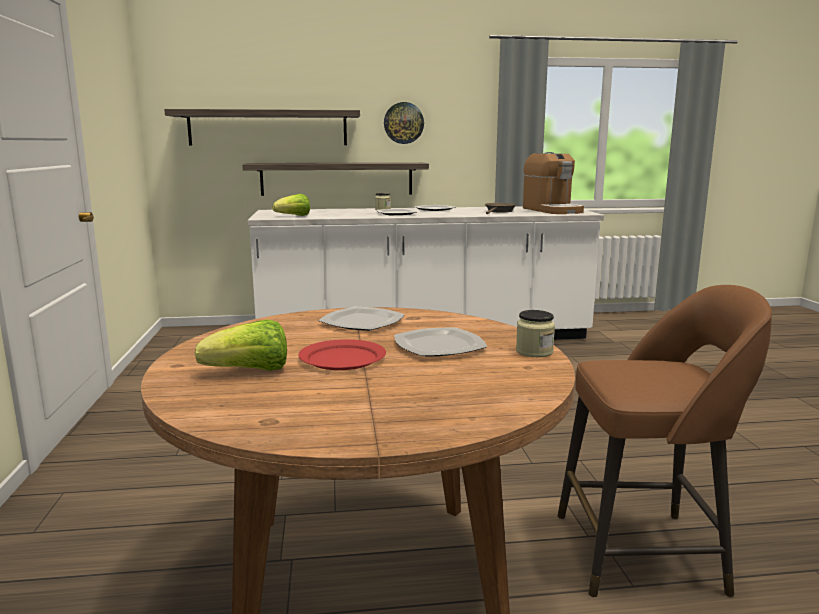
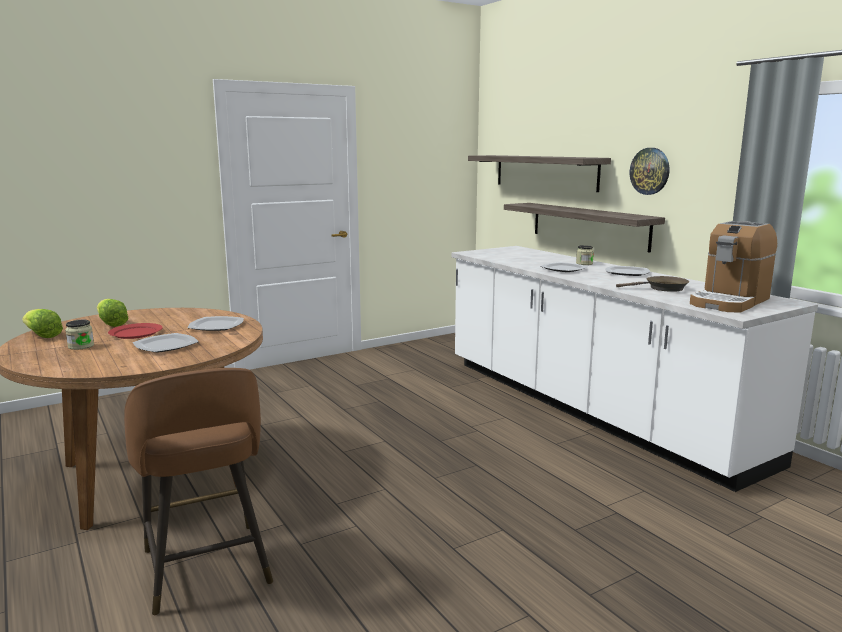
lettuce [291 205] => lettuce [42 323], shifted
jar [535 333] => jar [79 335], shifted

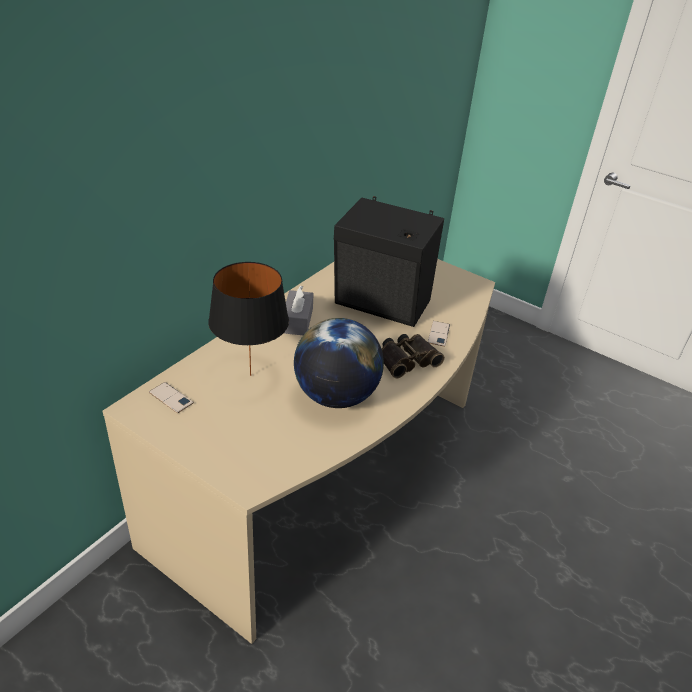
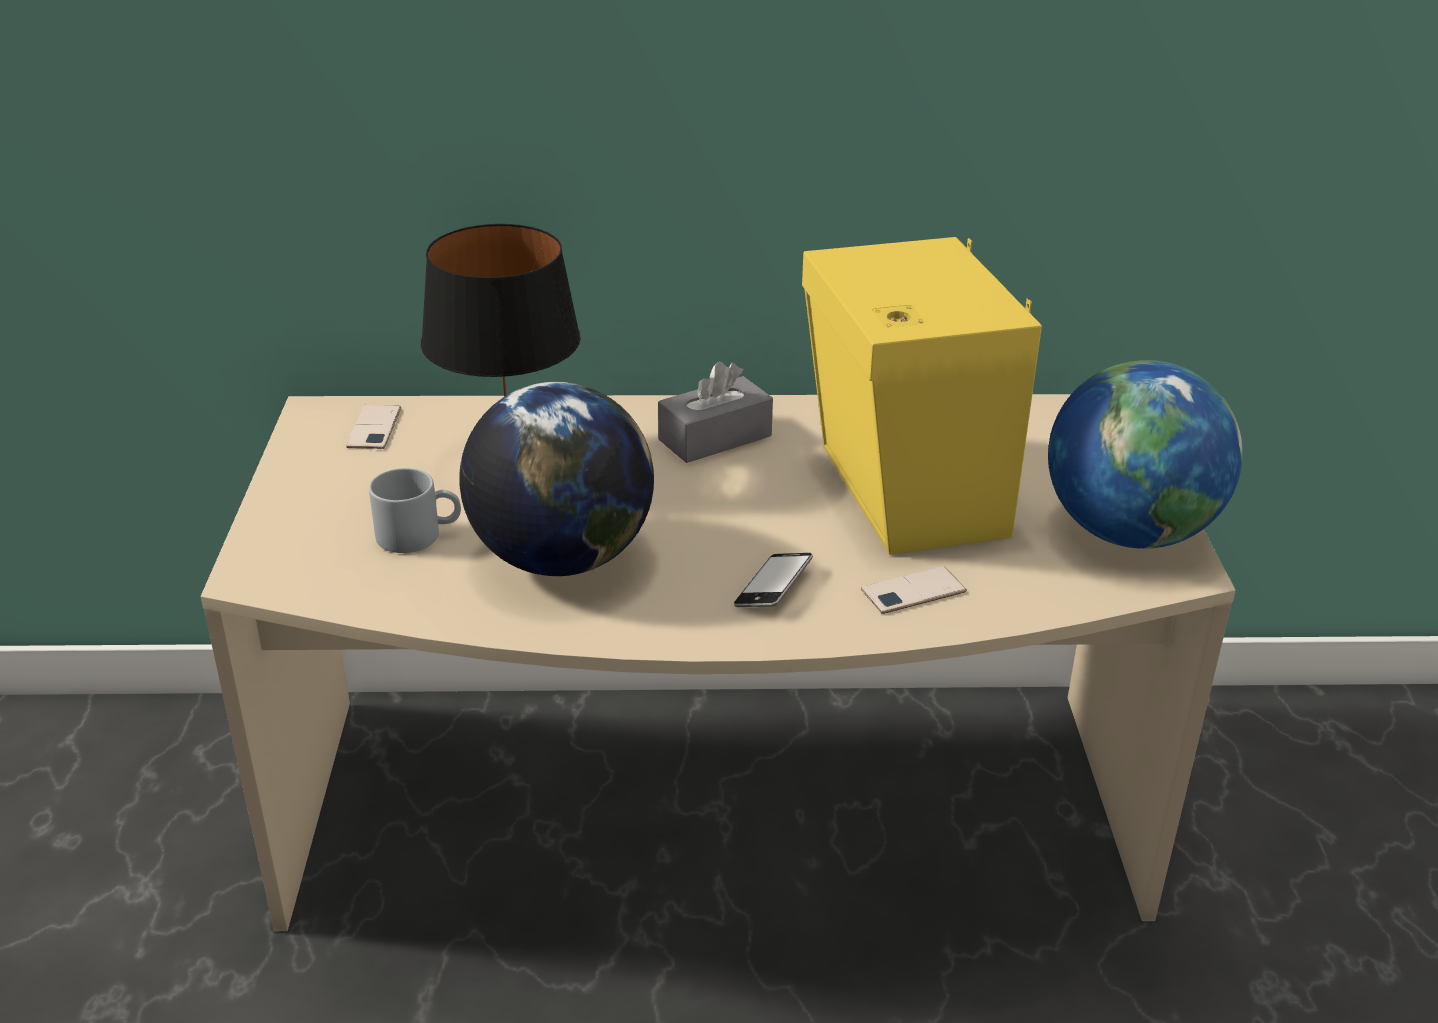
black speaker [389 261] => yellow speaker [922 396]
binoculars [413 356] => phone [773 580]
nothing => grey mug [415 510]
nothing => globe [1145 454]

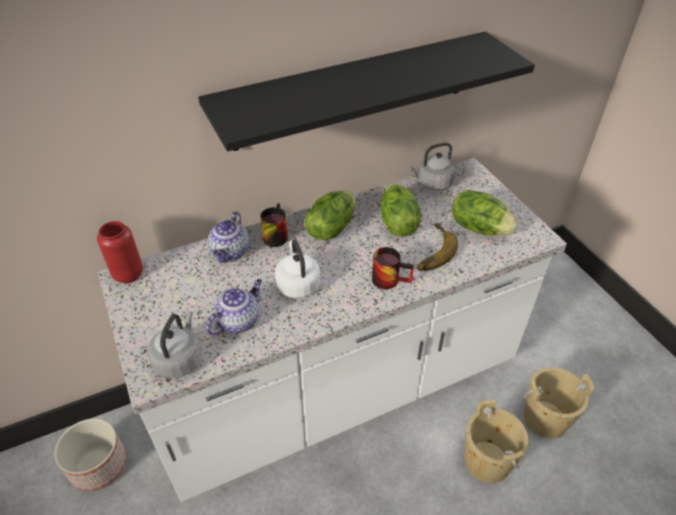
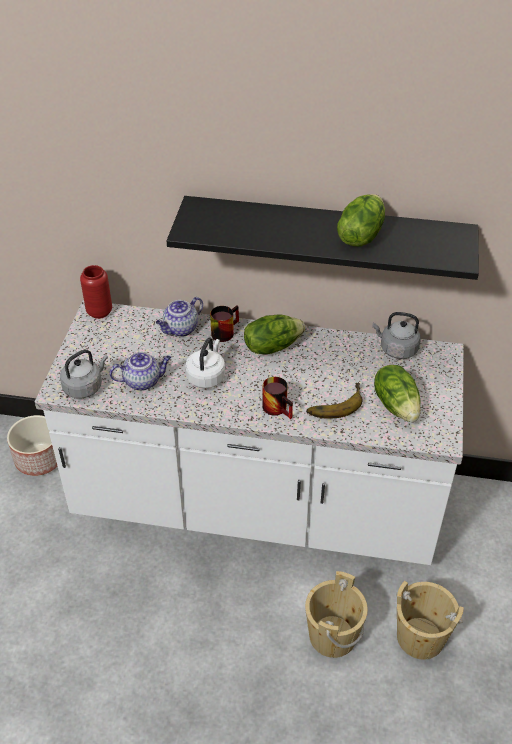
lettuce [401 210] => lettuce [361 220], shifted

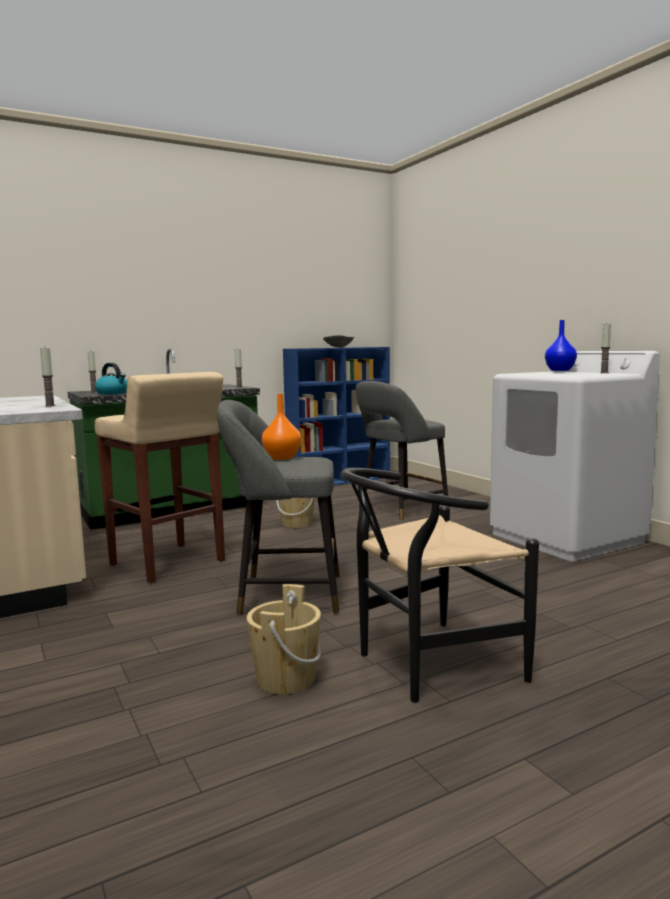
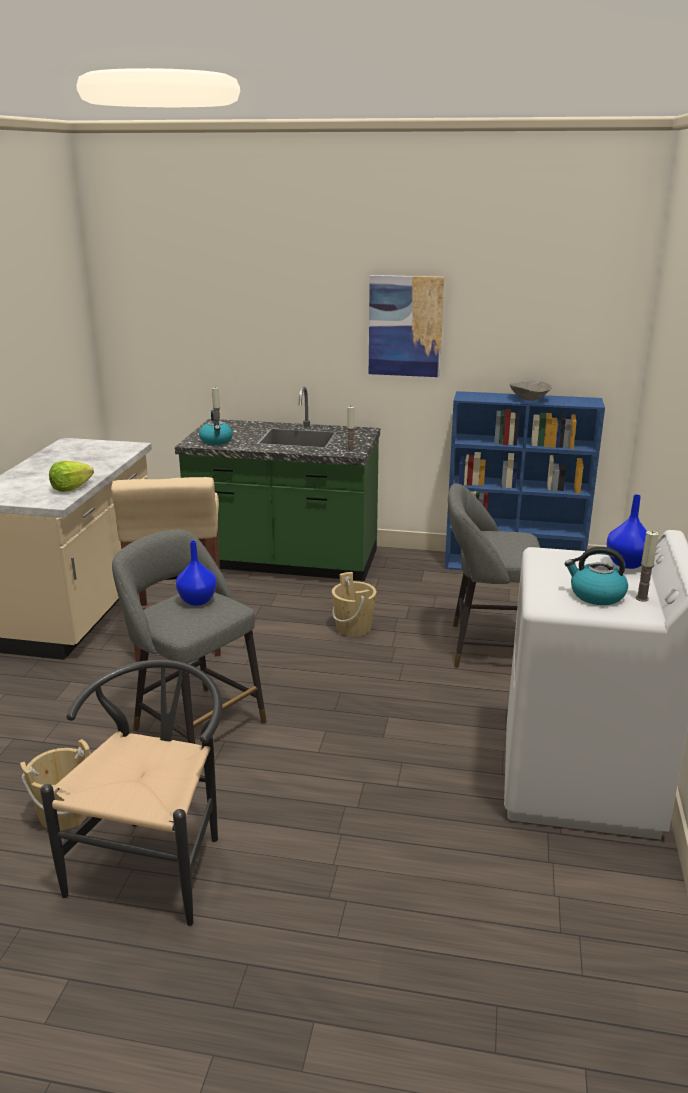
candle [48 377] => lettuce [71 476]
orange vase [281 427] => blue vase [196 573]
black chair [440 585] => black chair [131 793], 90 degrees clockwise
nothing => picture [406 326]
nothing => kettle [596 576]

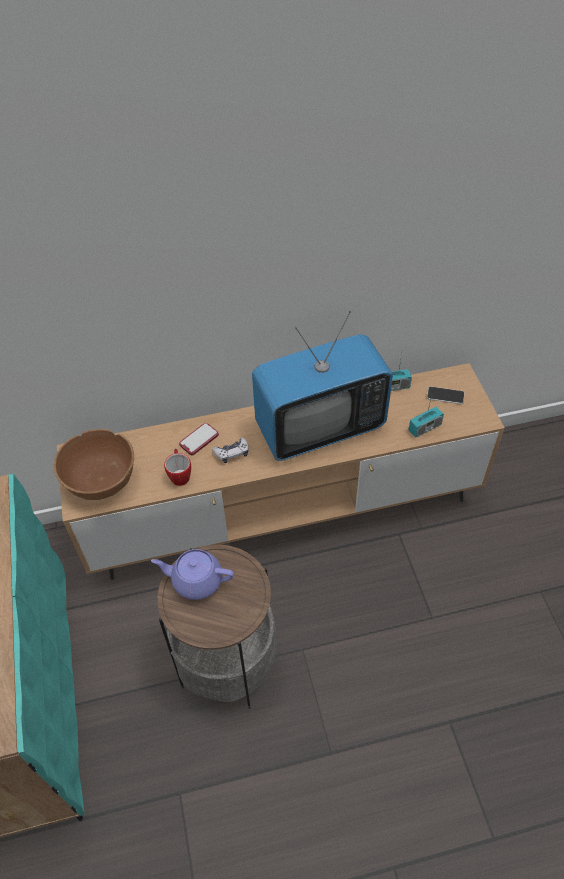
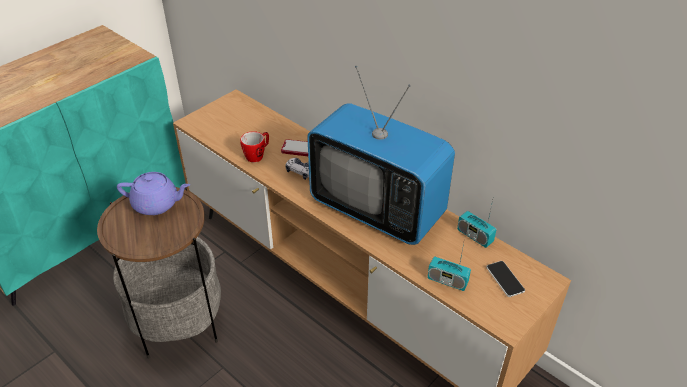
brown bowl [94 464] => nothing
purple teapot [192 574] => purple teapot [153 193], 120 degrees clockwise

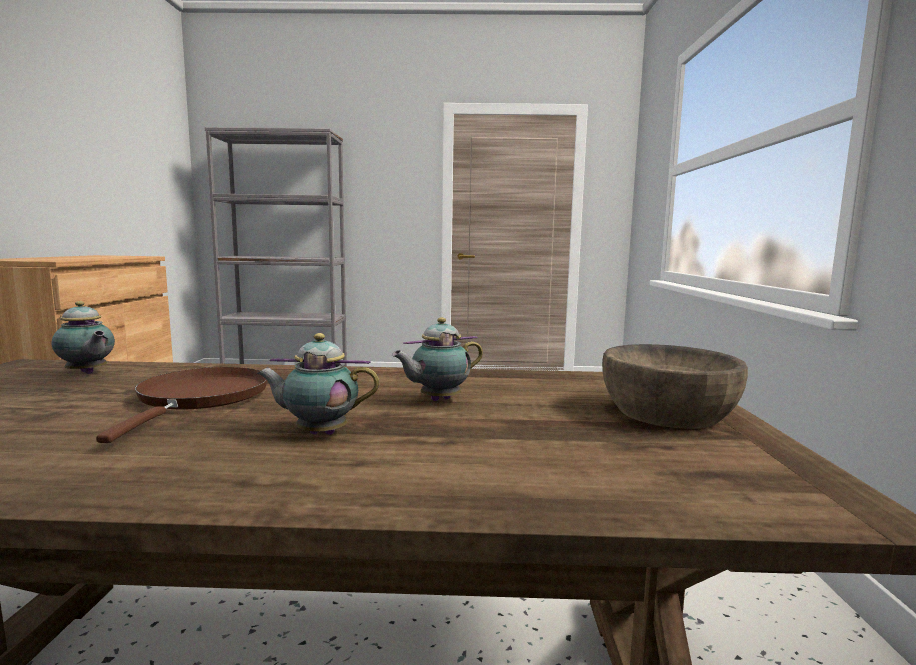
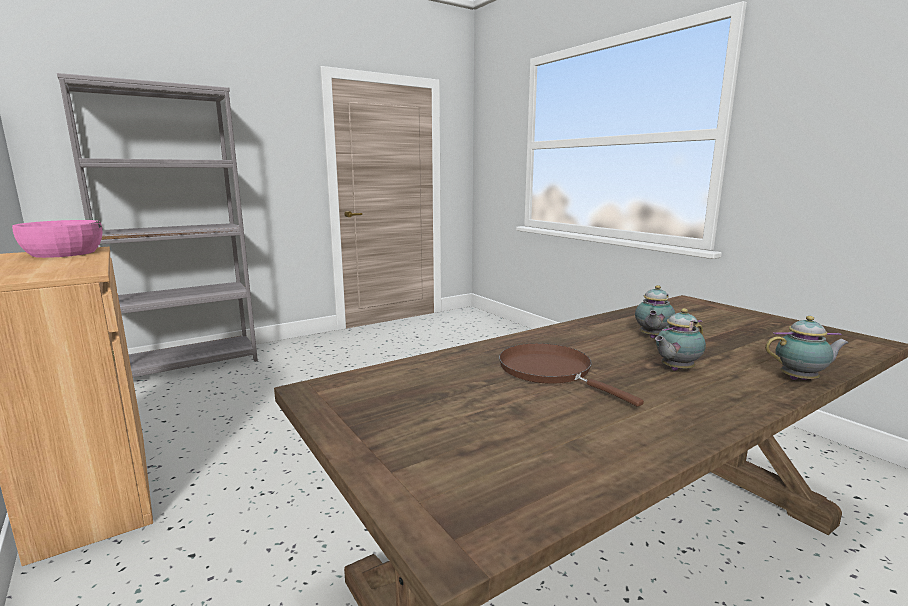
teapot [83 337] => teapot [807 348], shifted
brown bowl [675 386] => nothing
nothing => pink bowl [57 239]

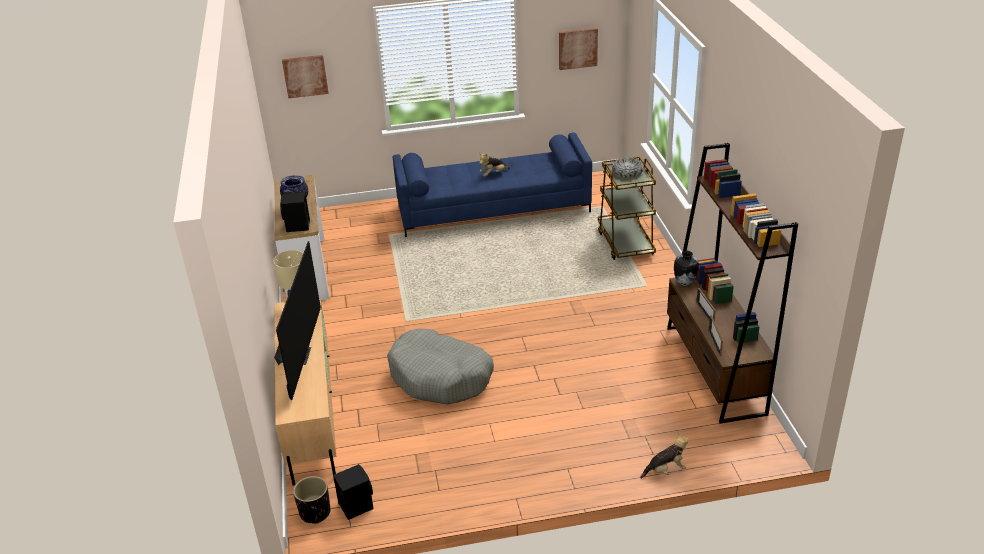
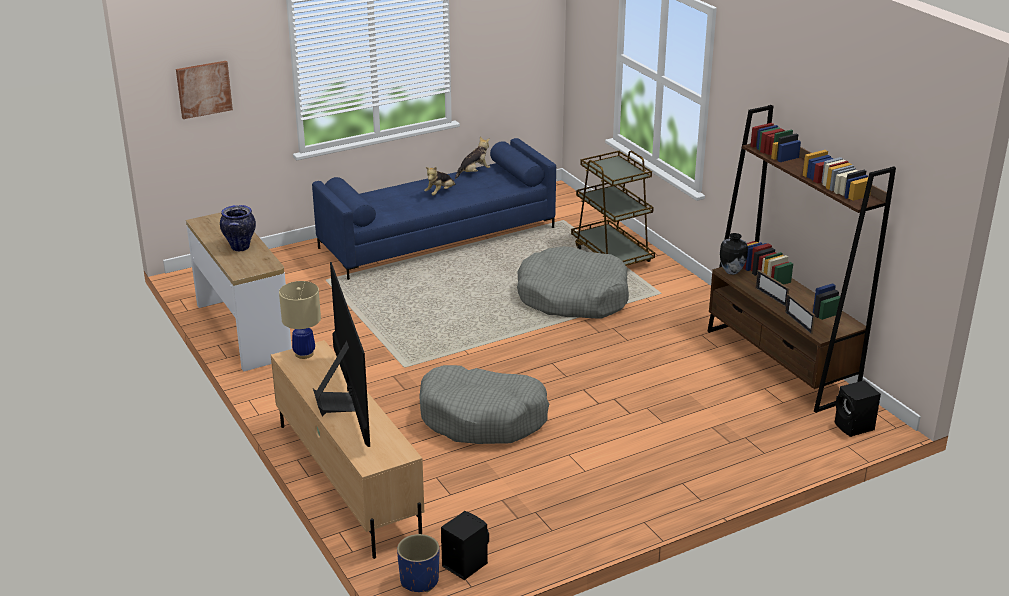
black speaker [295 212] => black speaker [857 408], shifted
black planter [311 500] => blue planter [418 563]
picture [578 49] => nothing
bowl [627 167] => nothing
plush toy [664 456] => plush toy [472 158], shifted
nothing => grey dog bed [573 282]

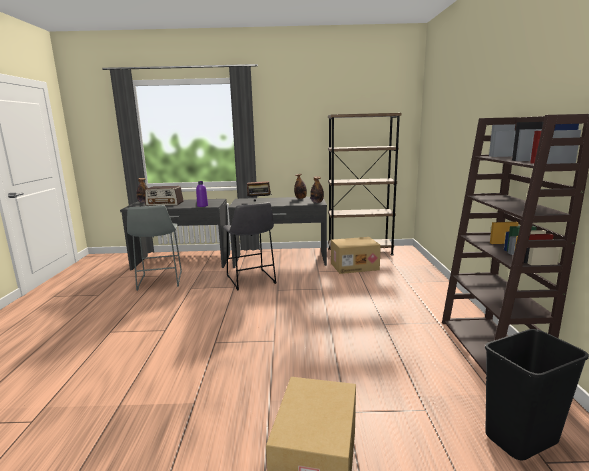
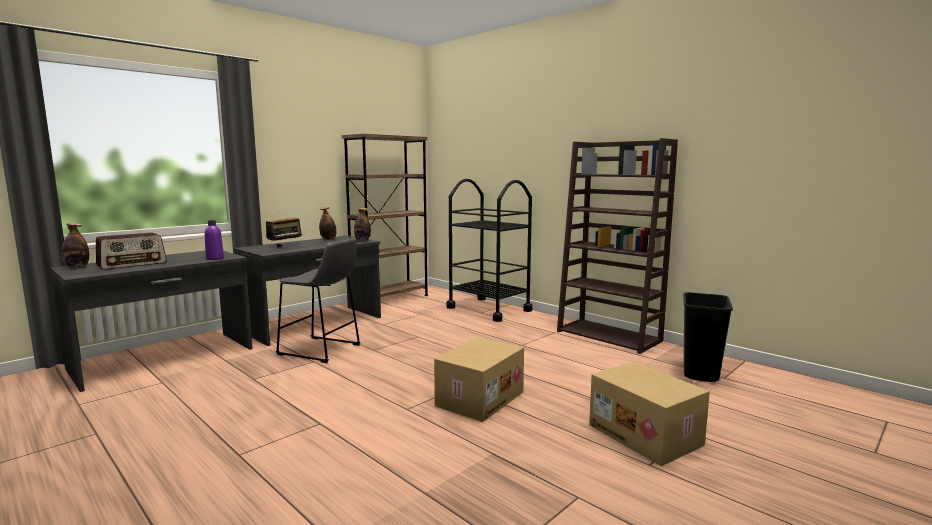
grey stool [154 248] => nothing
cardboard box [356 255] => cardboard box [479 379], shifted
nothing => black cart [489 250]

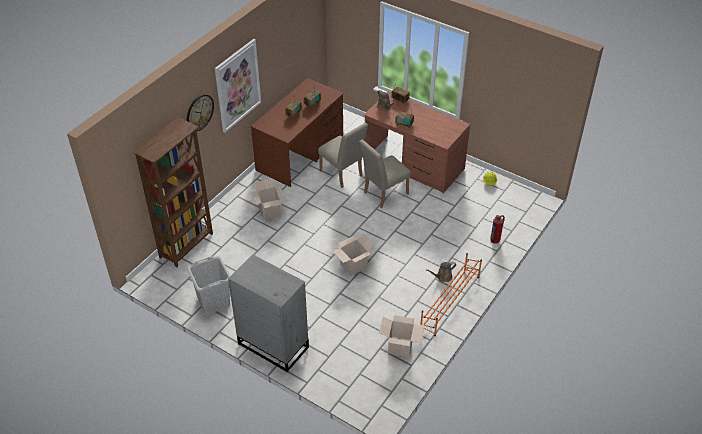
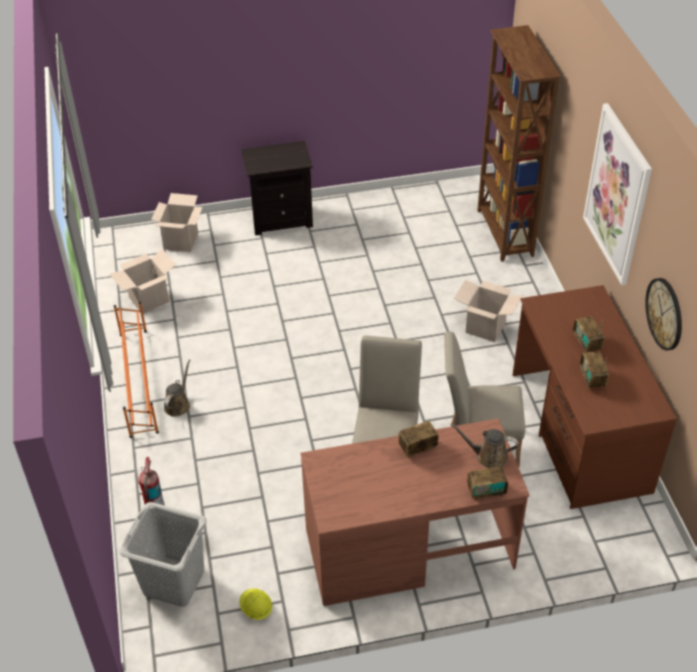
wall clock [200 112] => wall clock [663 314], shifted
grey laundry basket [208 285] => grey laundry basket [163 554], shifted
grey dresser [268 313] => black nightstand [277 188]
cardboard box [353 254] => cardboard box [177 222], shifted

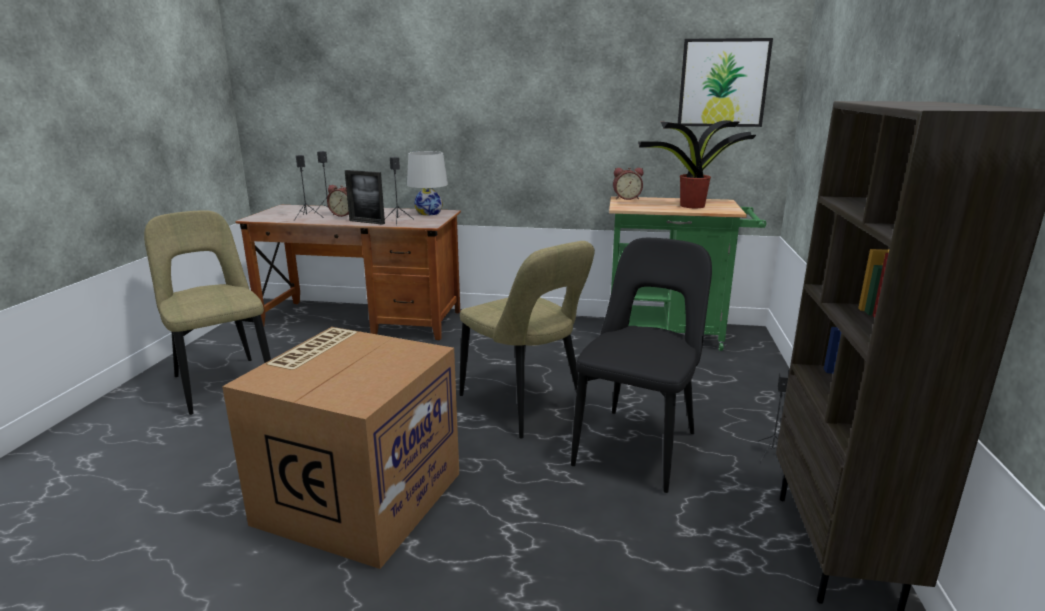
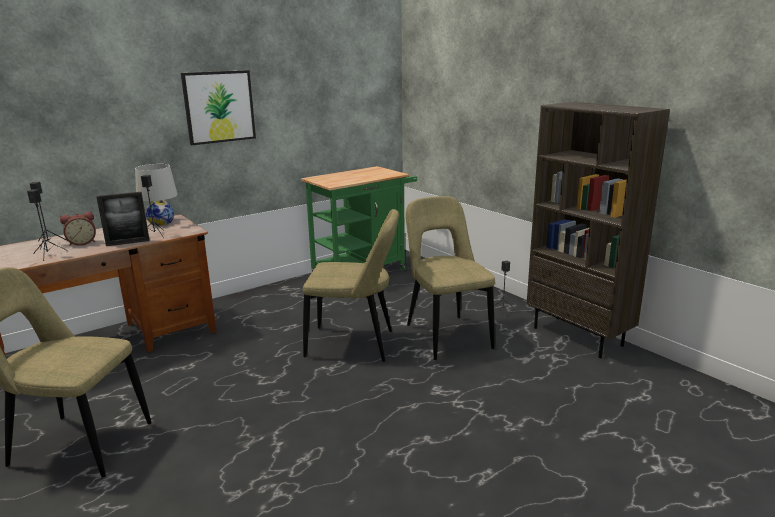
cardboard box [340 448] => nothing
black chair [641 365] => beige chair [450 278]
alarm clock [628 184] => nothing
potted plant [697 164] => nothing
picture [725 82] => picture [218 107], shifted

